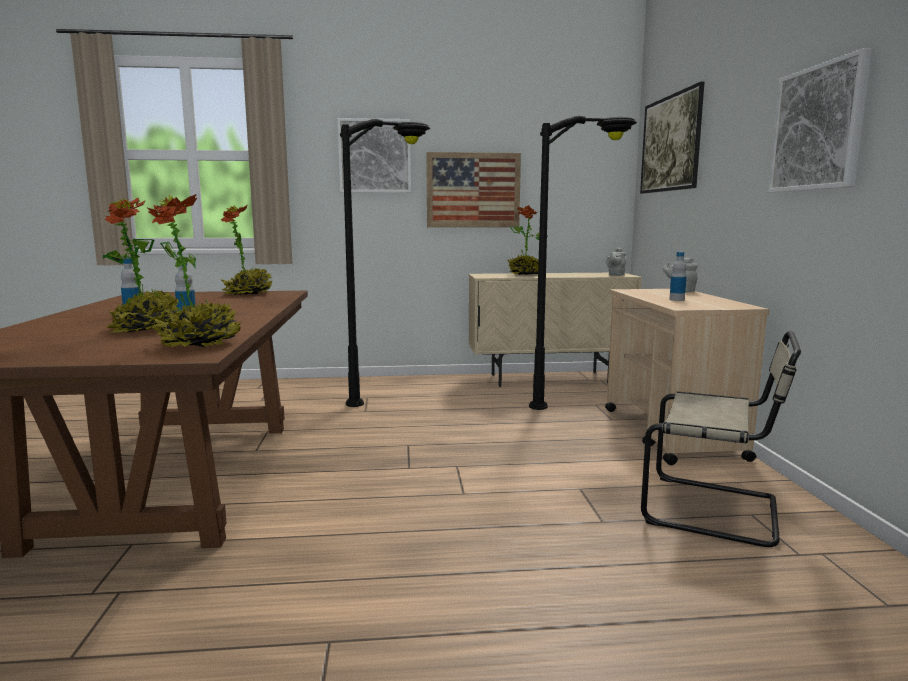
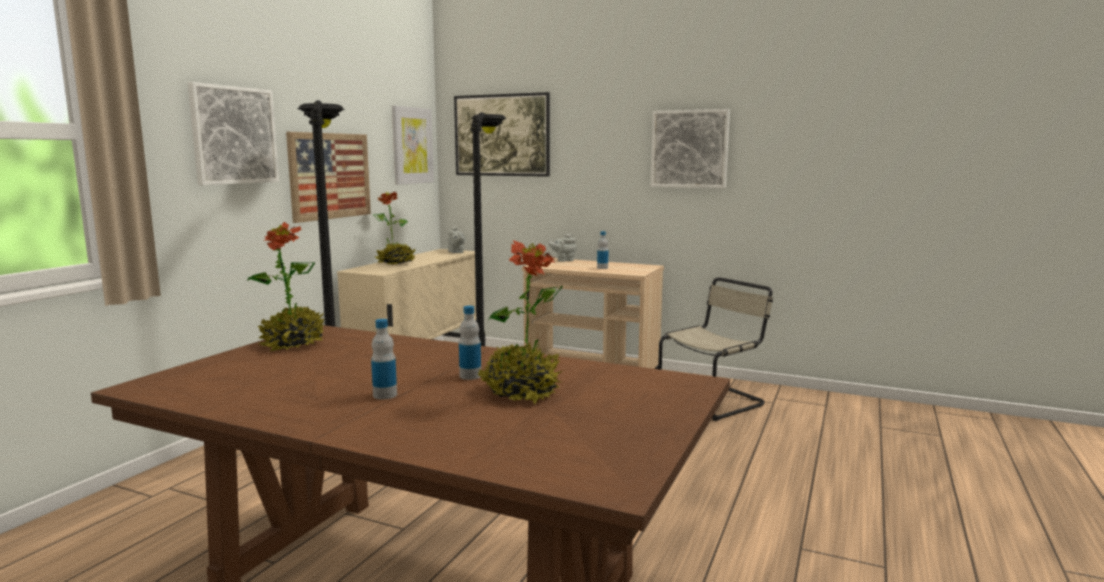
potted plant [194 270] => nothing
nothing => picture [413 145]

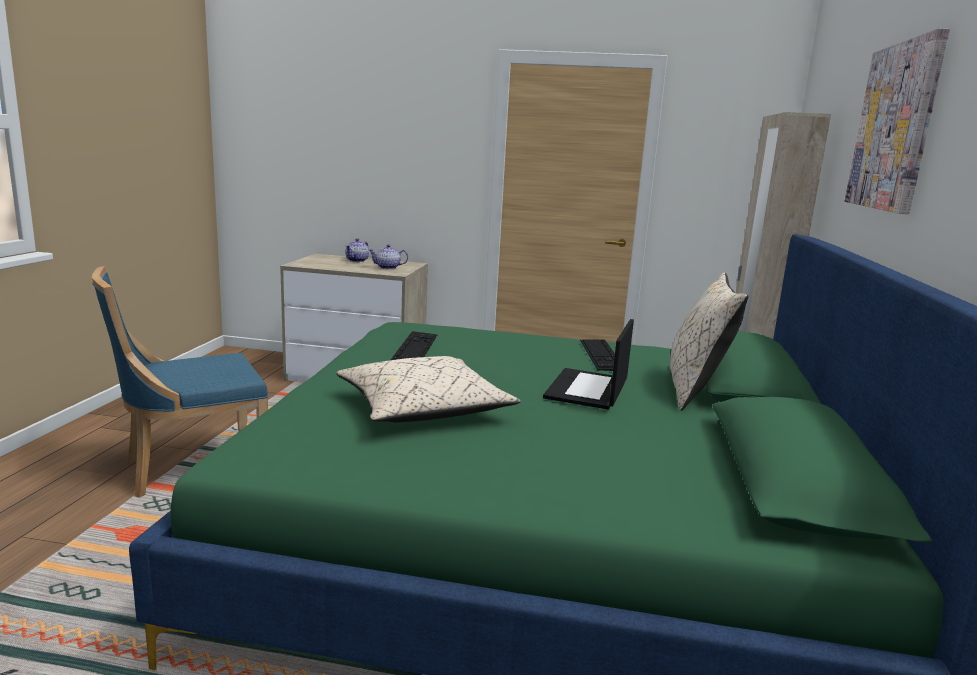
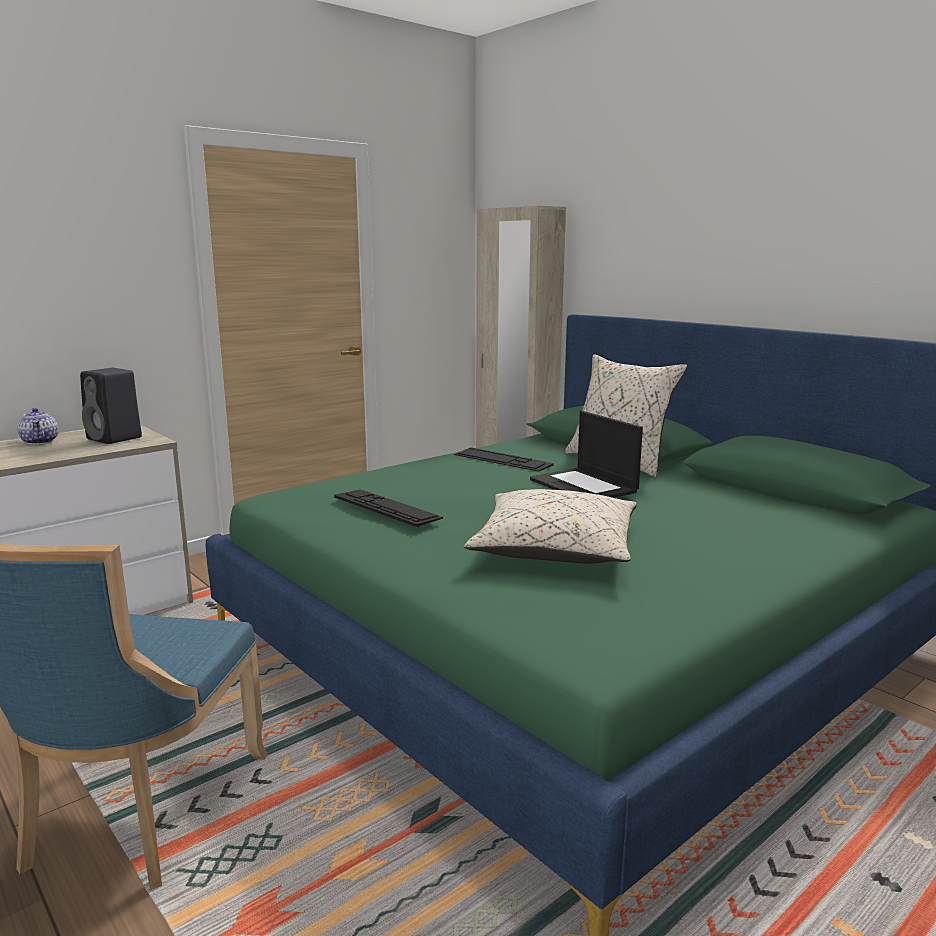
teapot [388 256] => black speaker [111 406]
picture [897 121] => nothing

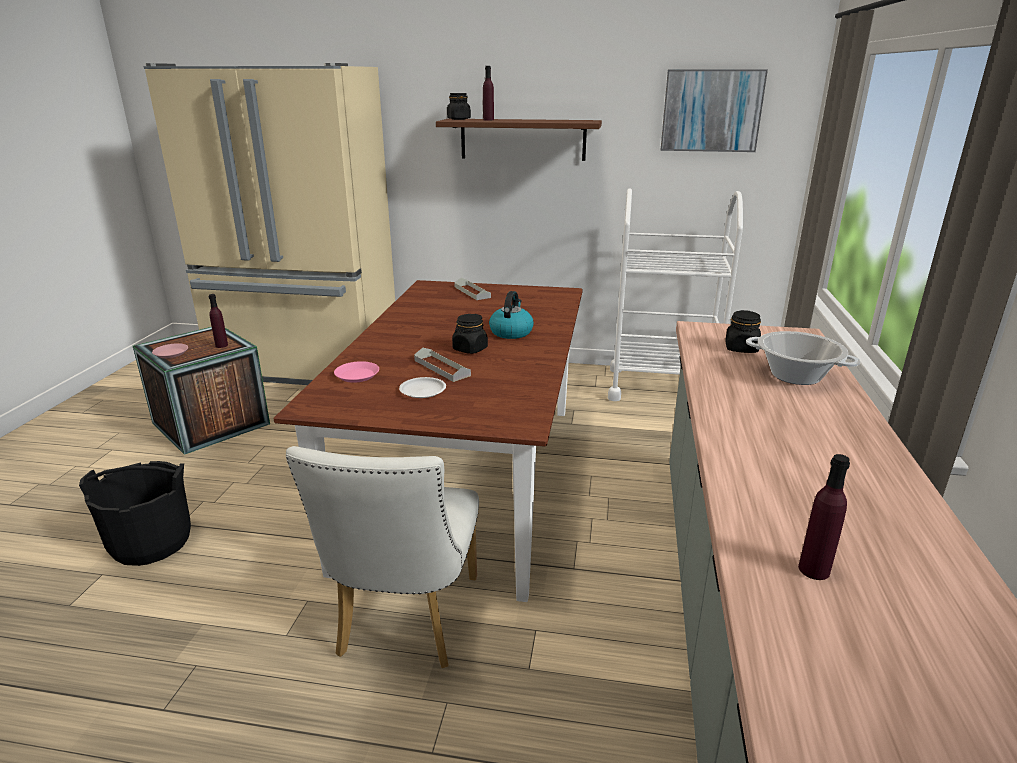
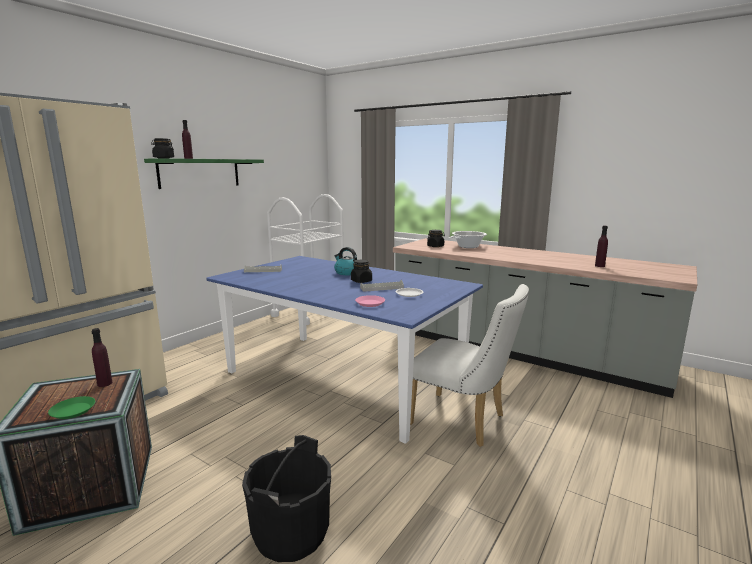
pink plate [170 350] => green plate [71 407]
brown dining table [428 441] => blue dining table [344 350]
brown shelf [519 140] => green shelf [204 173]
picture [714 110] => nothing

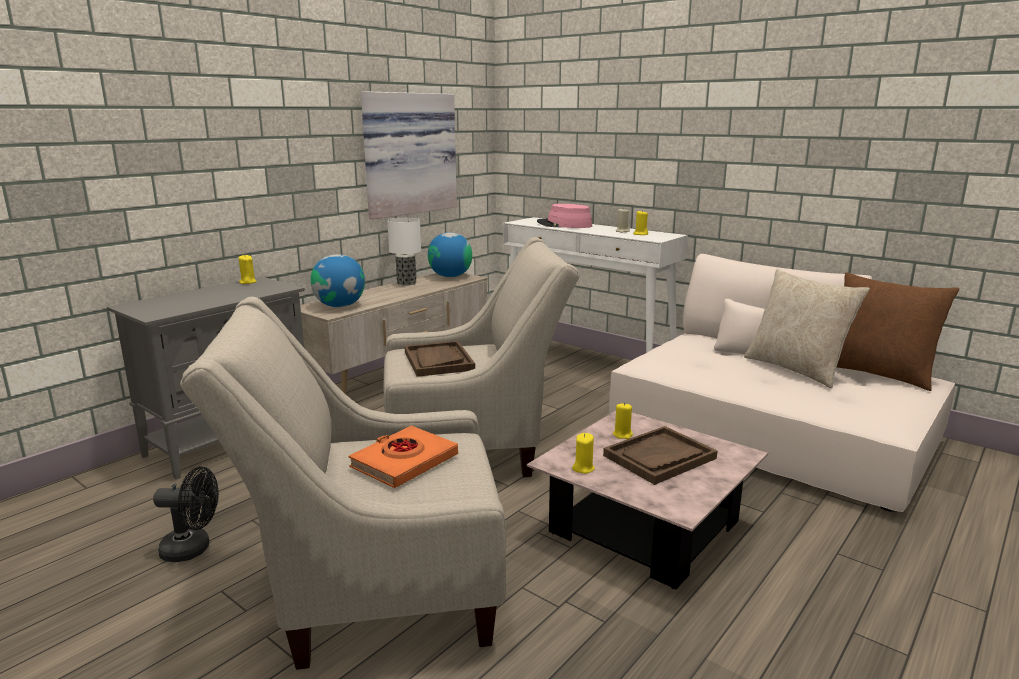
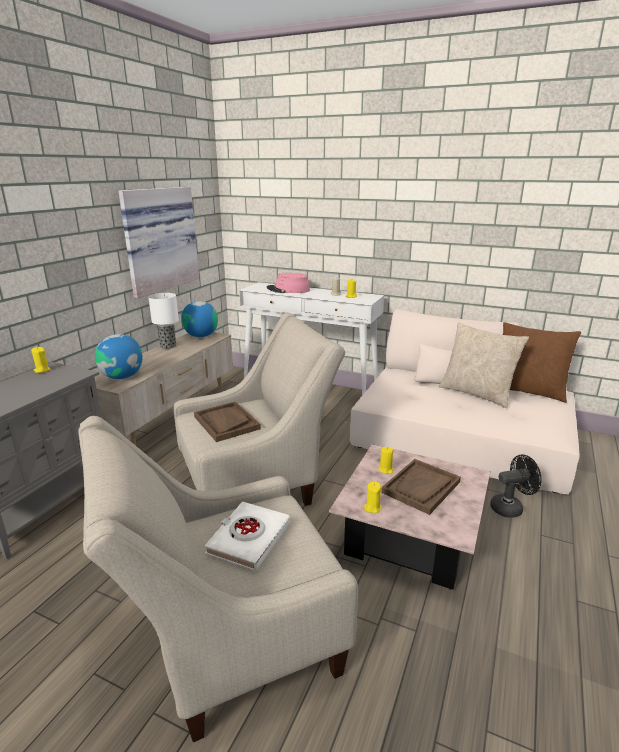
black fan [186 514] => black fan [516 486], shifted
orange book [403 457] => white book [247 536]

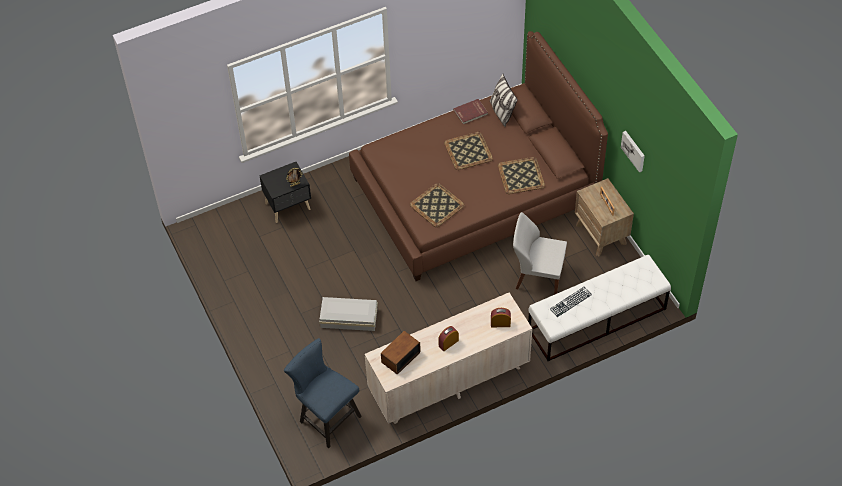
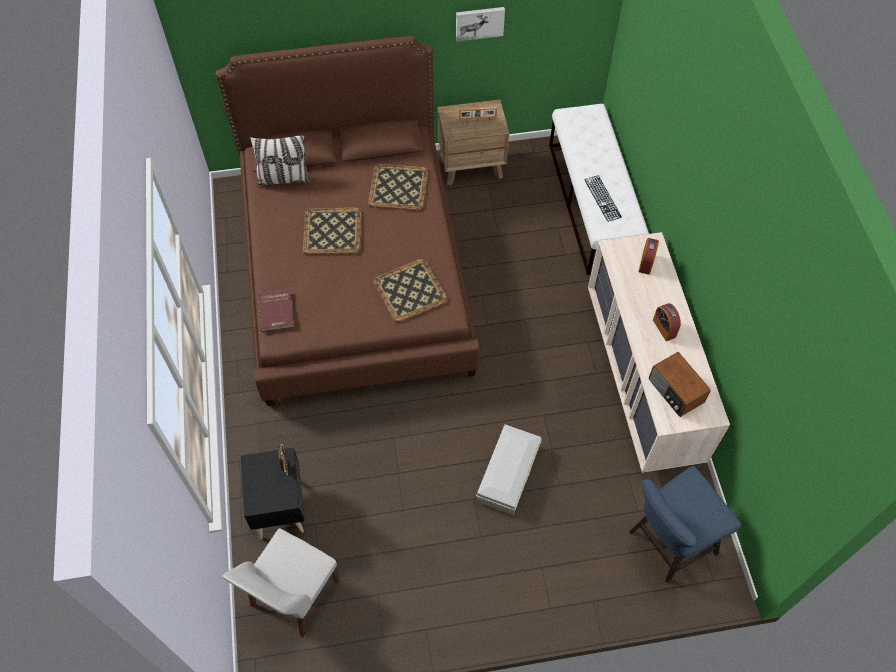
red book [470 111] => red book [276 310], shifted
white chair [540 253] => white chair [281 582], shifted

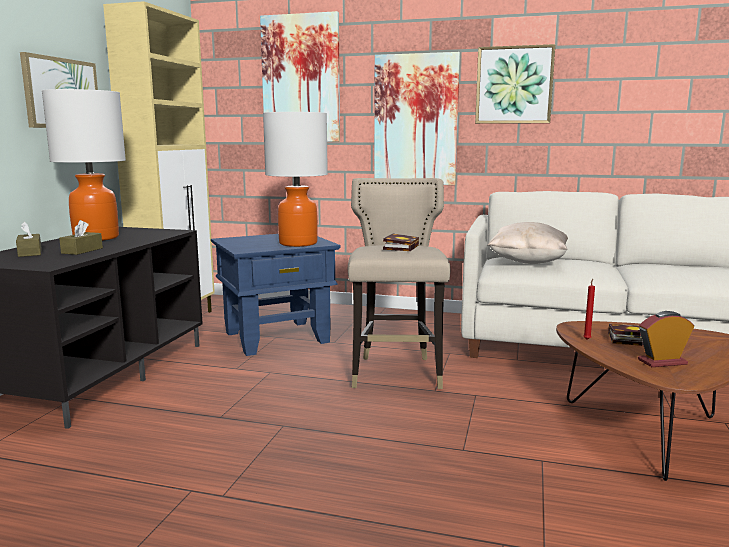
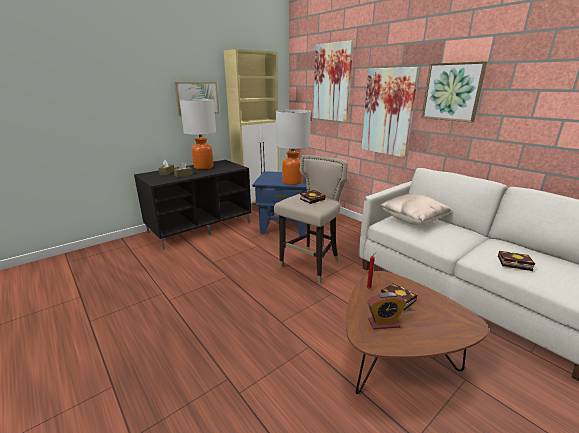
alarm clock [666 339] => alarm clock [387 310], 150 degrees clockwise
nothing => book [516 261]

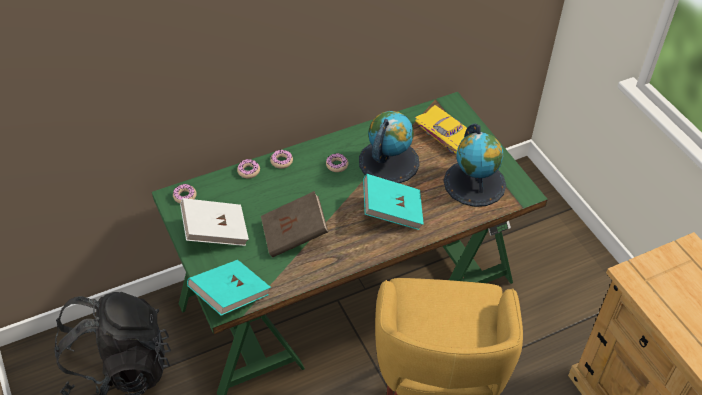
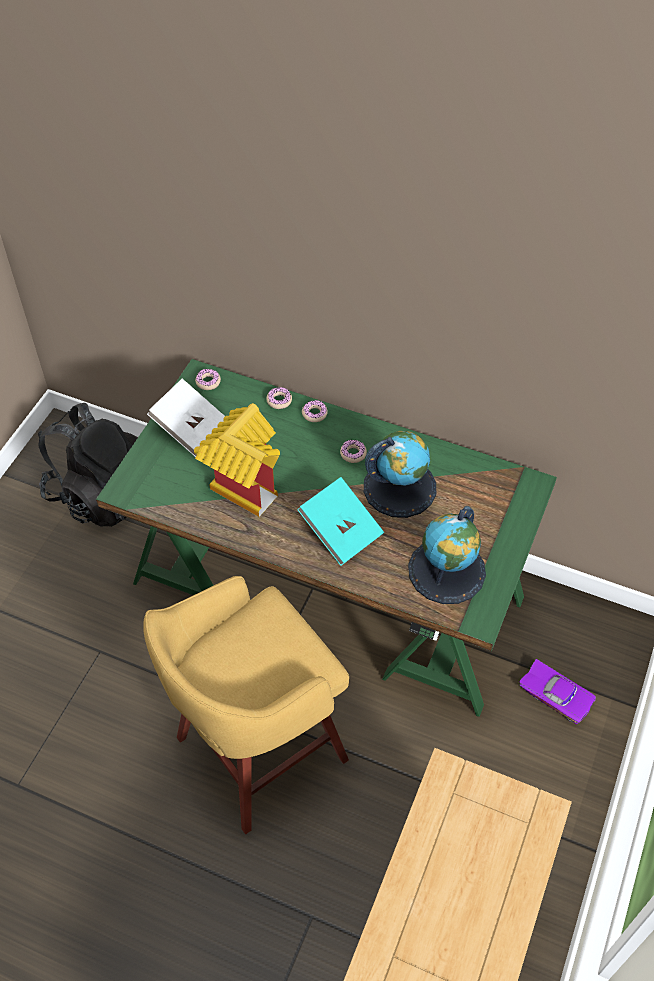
turquoise book [229 288] => nothing
brown book [294 224] => toy house [237 460]
yellow toy car [441 129] => nothing
nothing => purple toy car [557 691]

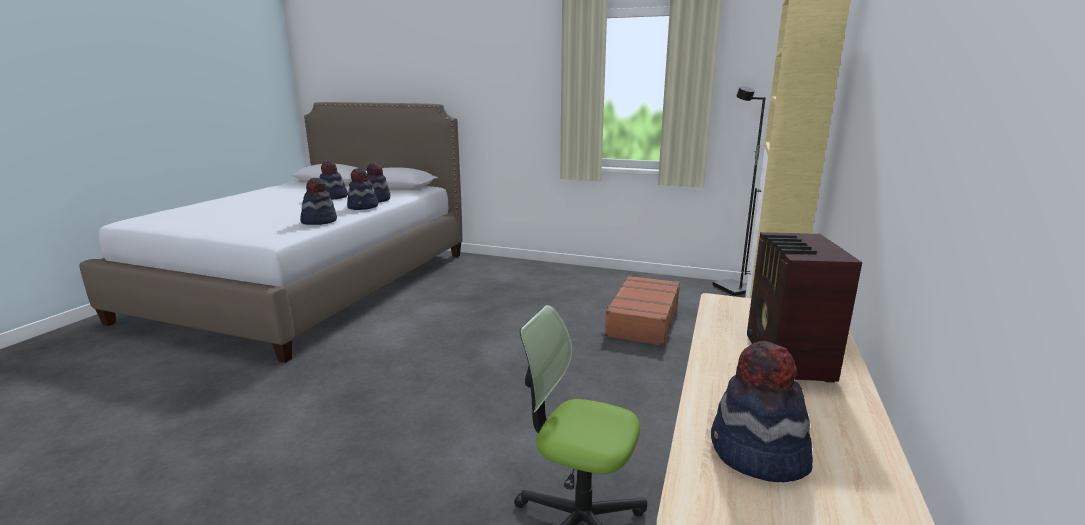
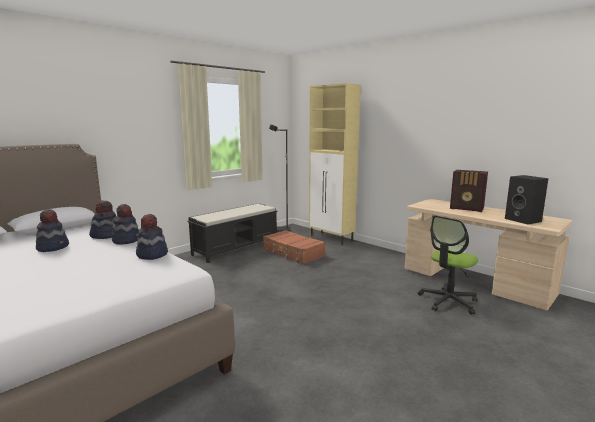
hat [762 411] => black speaker [527 199]
nothing => black bench [233 233]

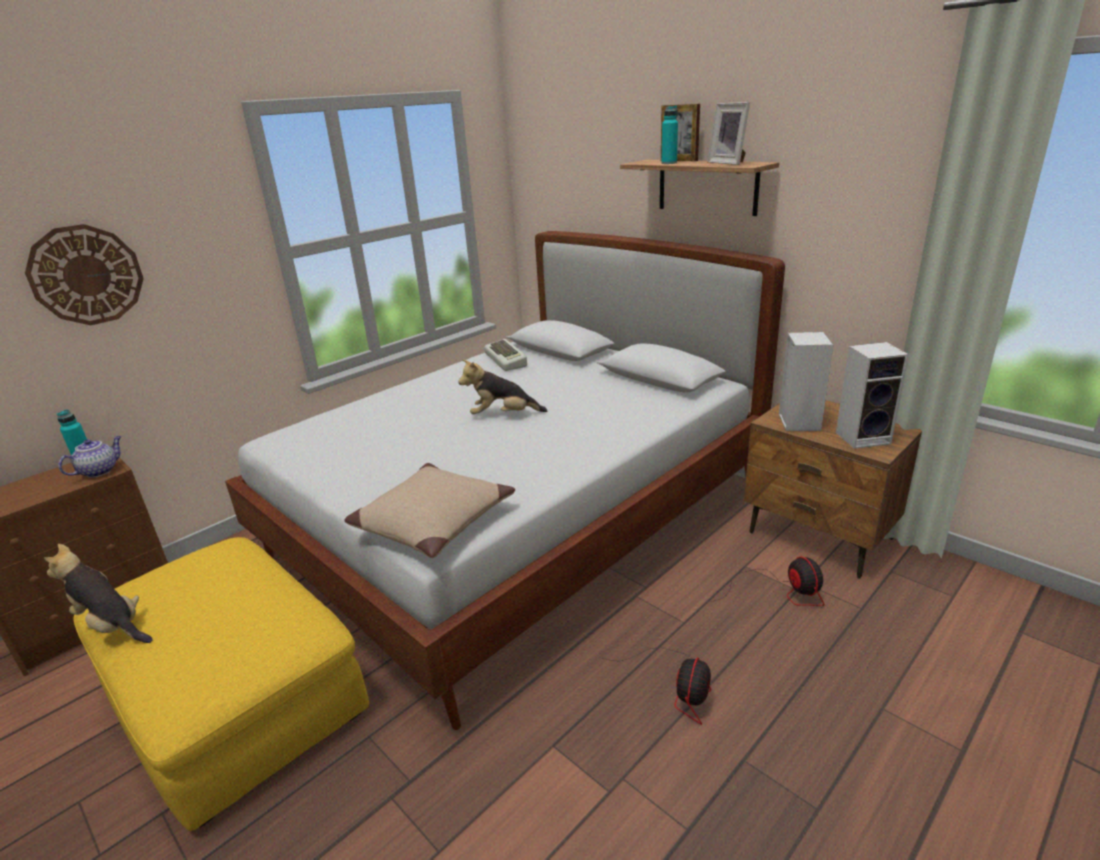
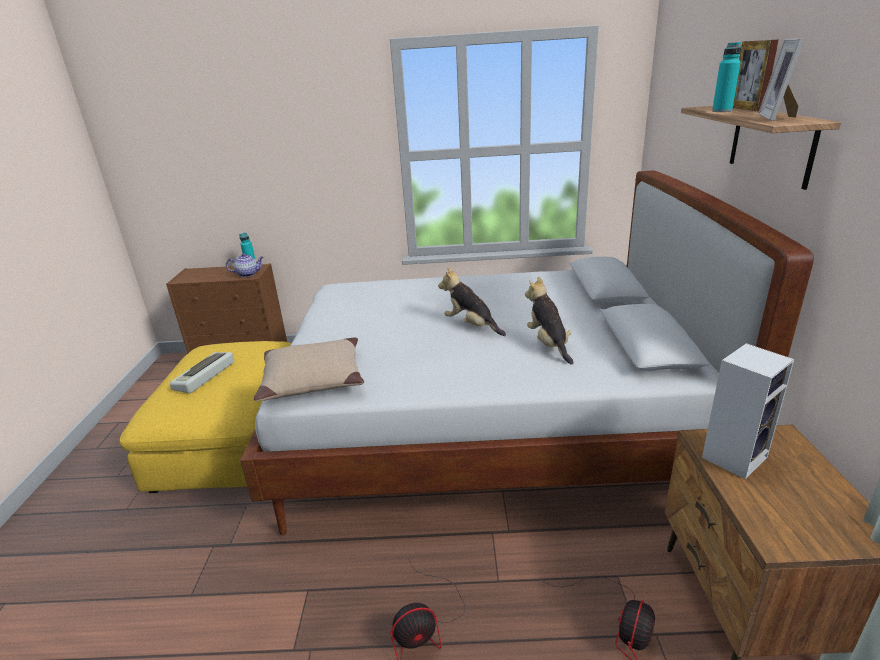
wall clock [84 274] => nothing
plush toy [98 593] => plush toy [549 320], shifted
keyboard [505 355] => keyboard [202 372], shifted
speaker [872 395] => nothing

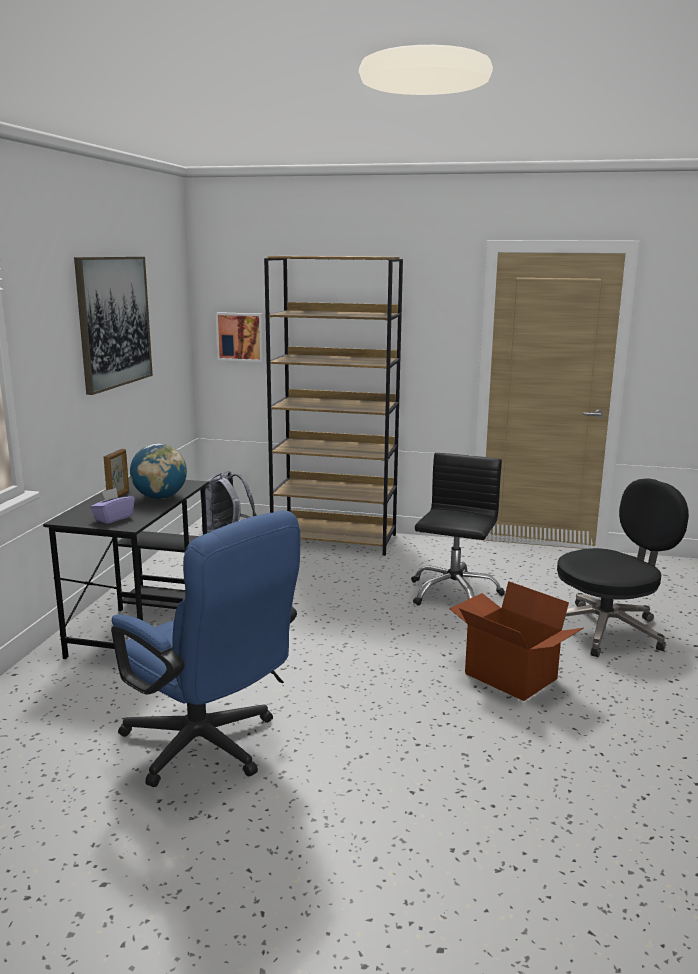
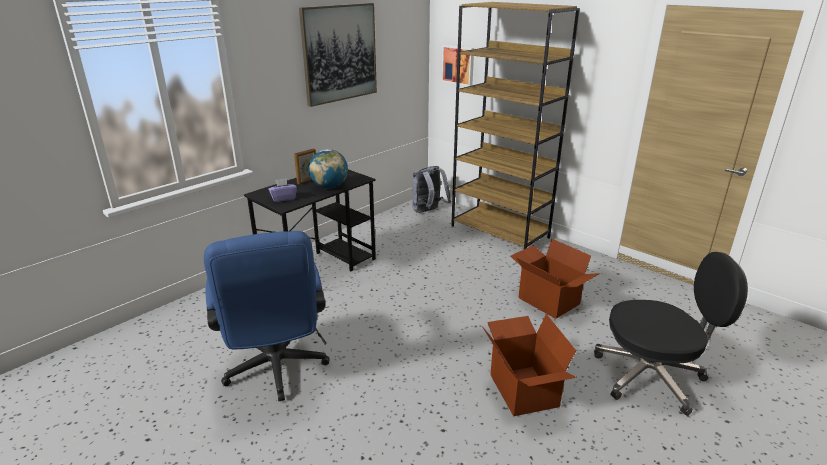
black office chair [458 529] => cardboard box [555 279]

